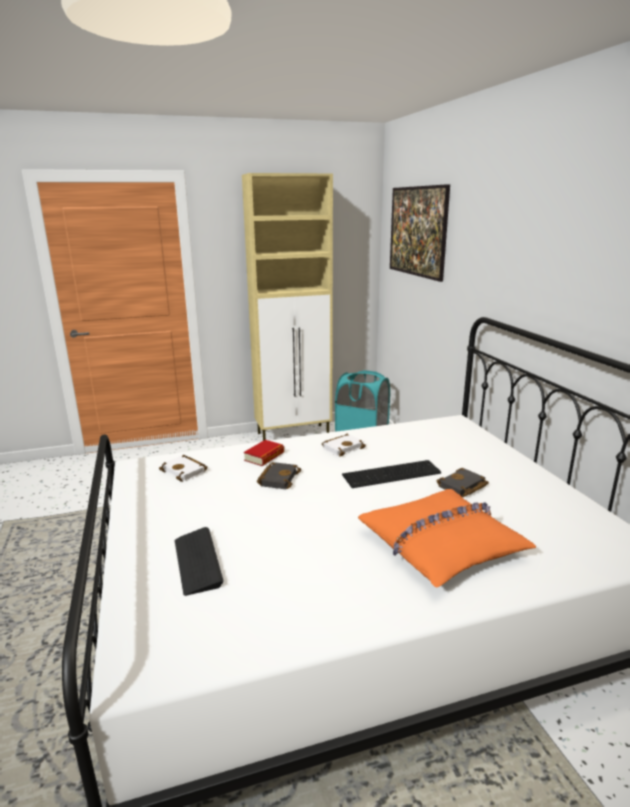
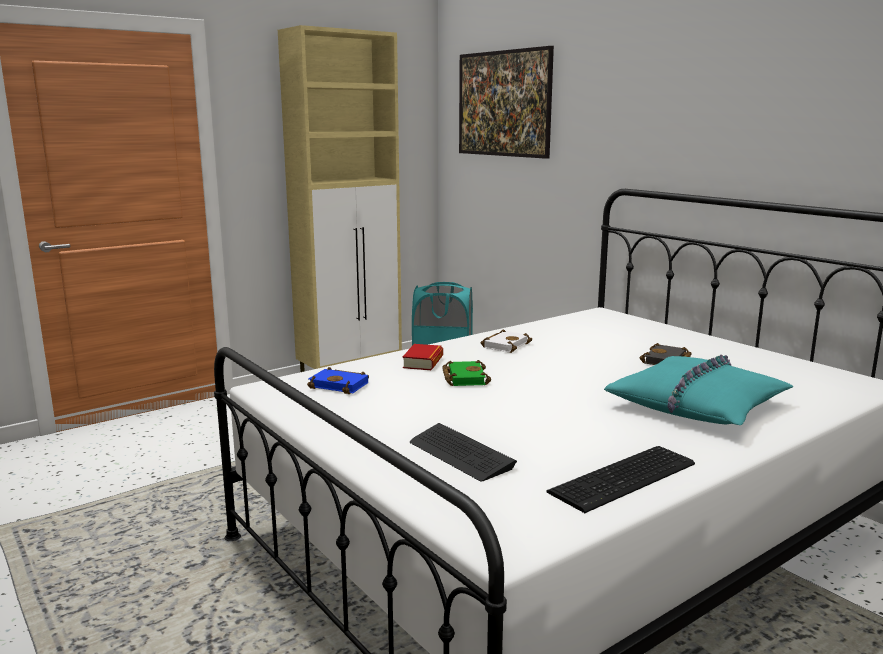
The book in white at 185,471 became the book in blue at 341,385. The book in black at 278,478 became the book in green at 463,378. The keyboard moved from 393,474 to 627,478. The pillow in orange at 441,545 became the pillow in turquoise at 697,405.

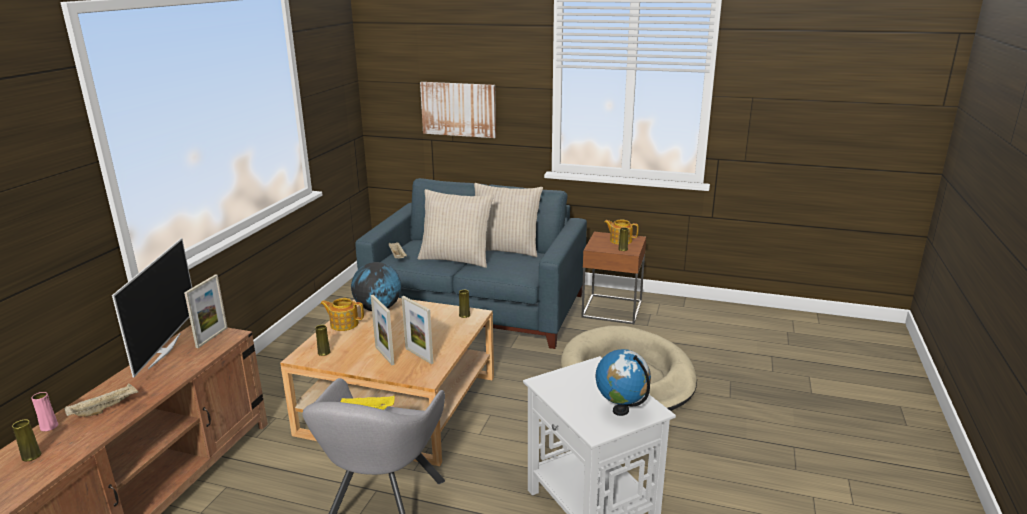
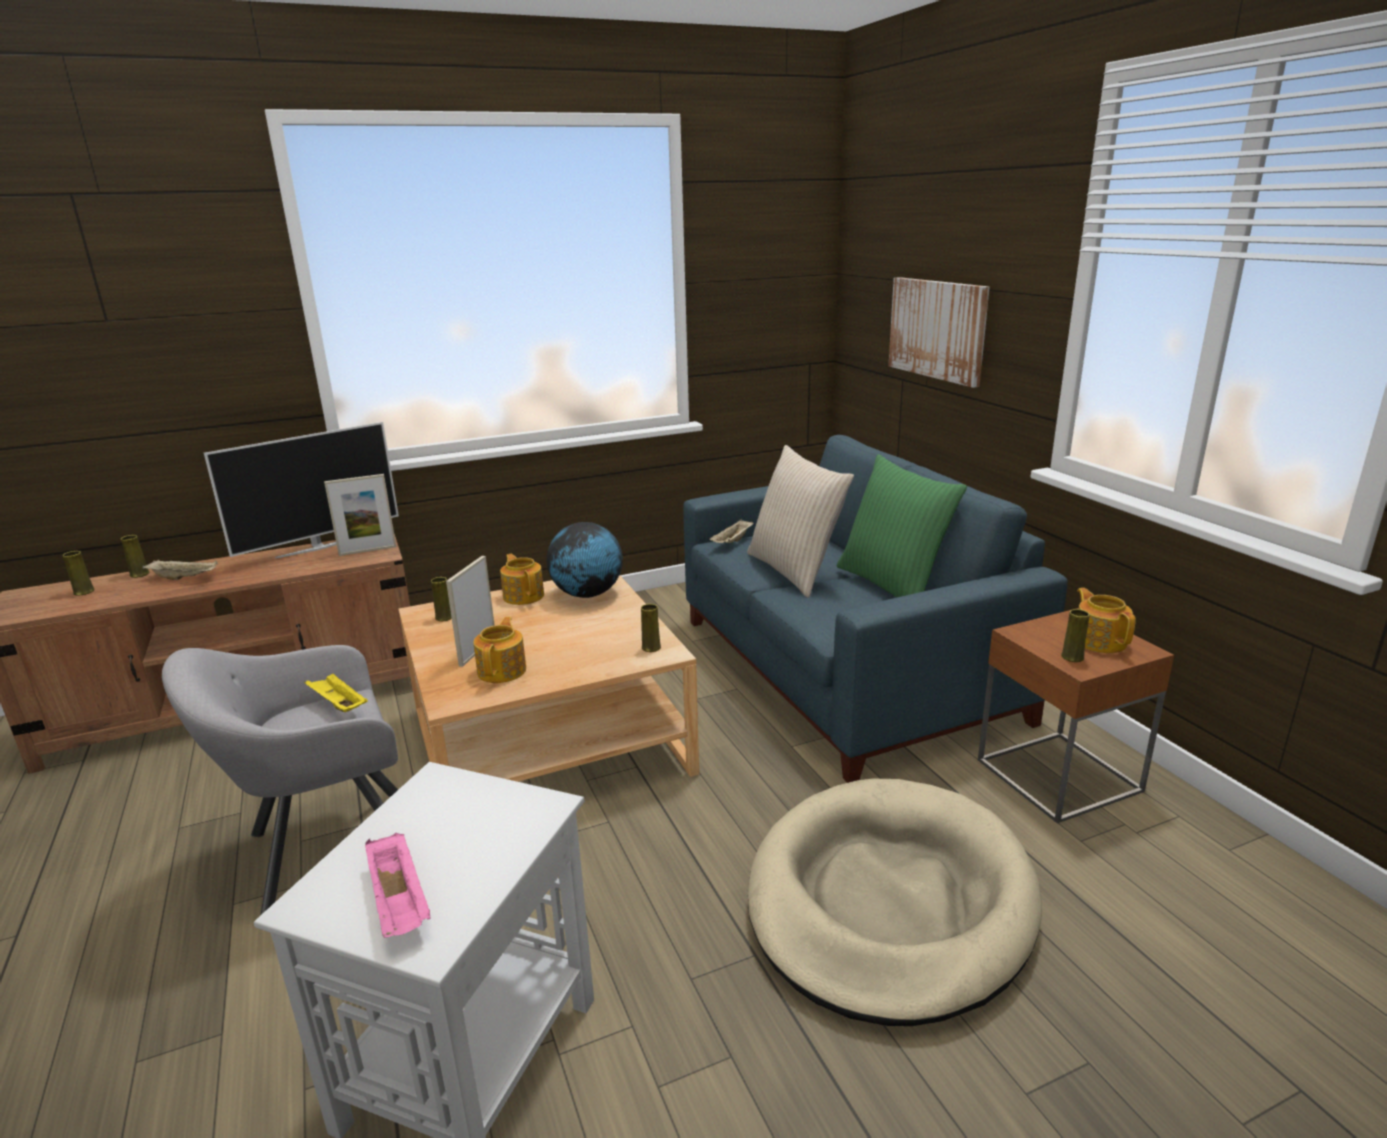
The vase in pink at 49,426 became the vase in yellow at 140,574. The globe at 621,410 was replaced by the tray in pink at 400,902. The picture frame at 419,355 was replaced by the teapot at 503,670. The pillow in beige at 505,249 became the pillow in green at 892,585.

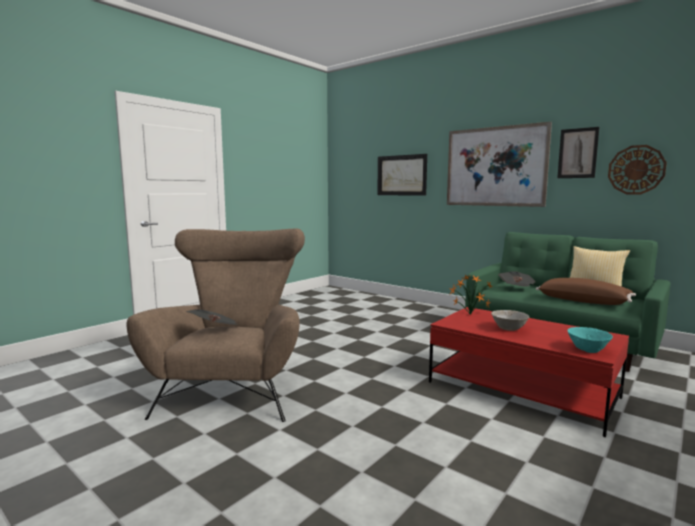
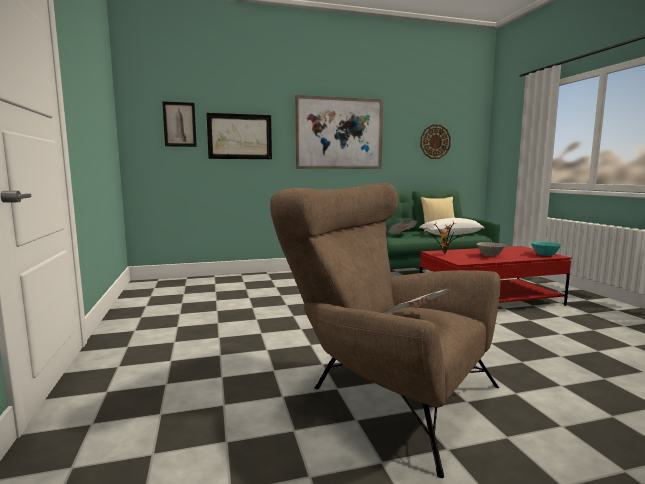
The picture moved from 577,153 to 179,124. The pillow in brown at 583,301 became the pillow in white at 450,234.

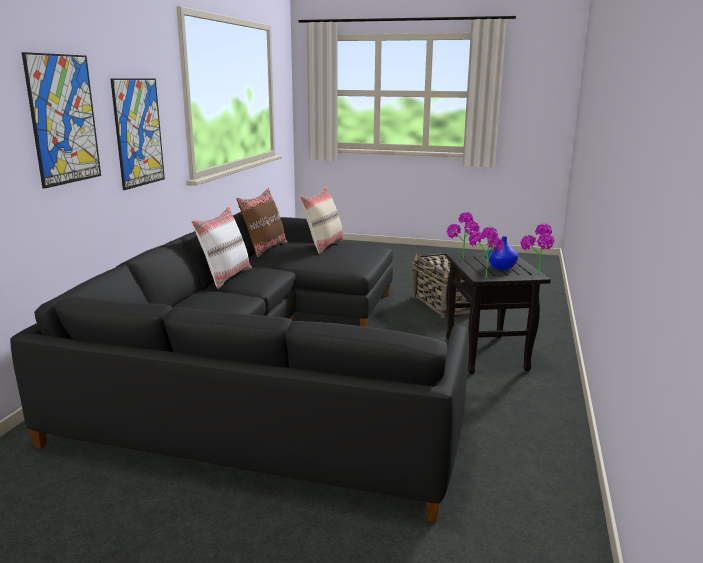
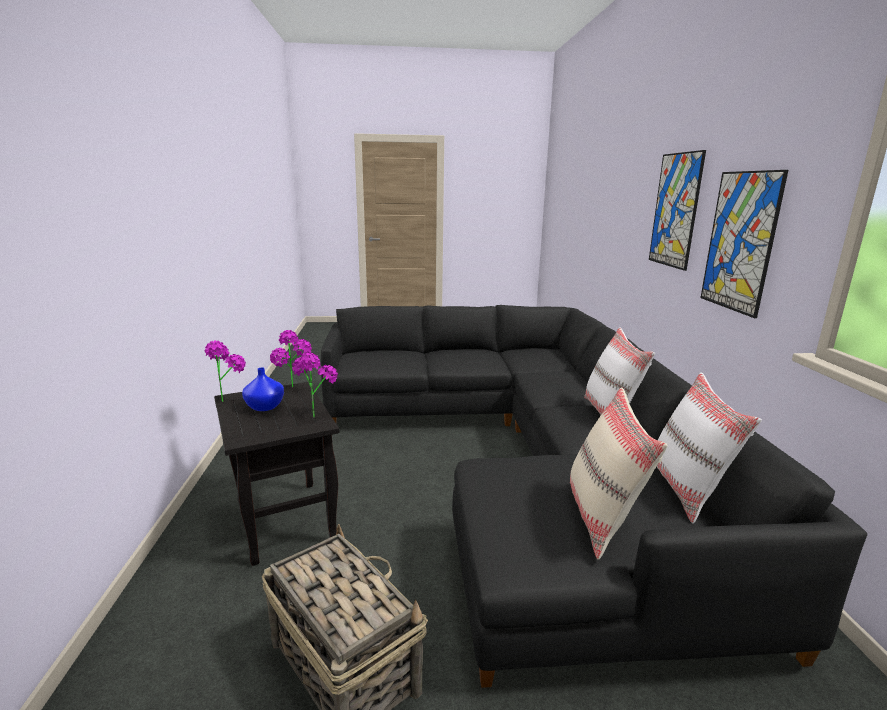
The pillow in brown at 264,248 became the pillow in white at 687,489.

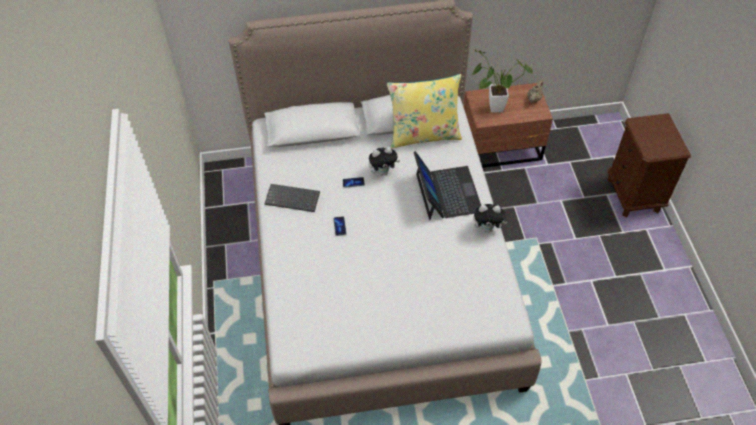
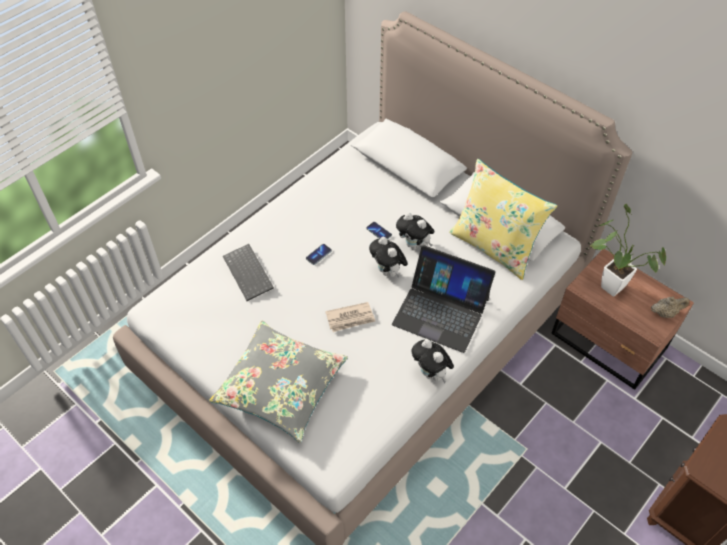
The pillow in grey at 281,386 appeared. The keyboard moved from 293,198 to 249,273. The newspaper at 350,318 appeared. The plush toy at 388,272 appeared. The laptop at 447,193 turned 75 degrees clockwise.

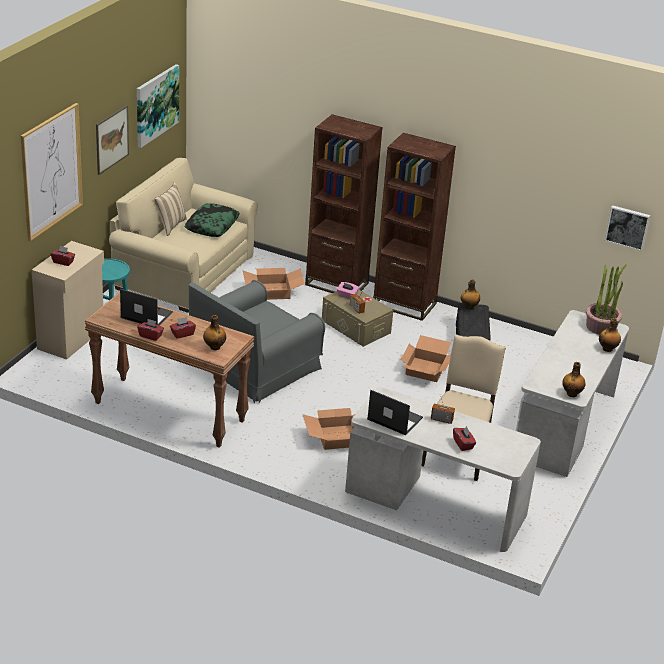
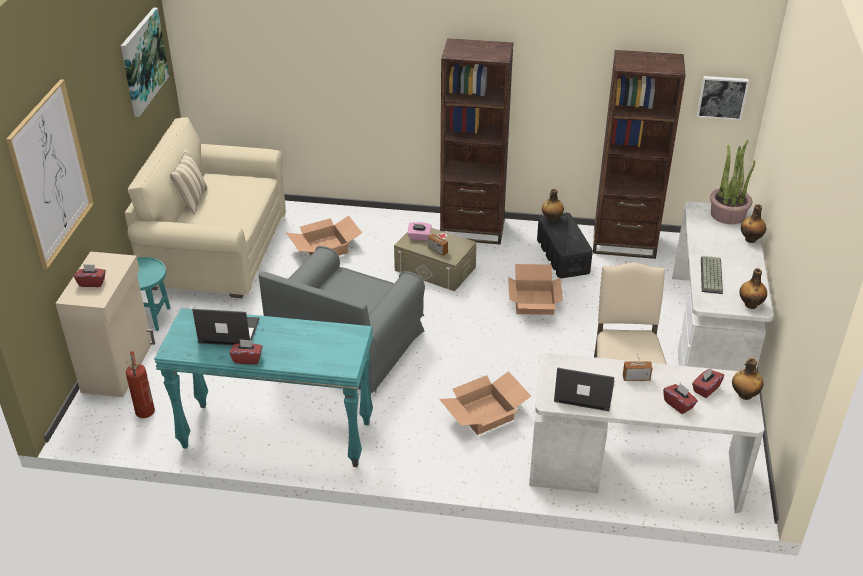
The fire extinguisher at 145,415 appeared. The console table in brown at 168,412 became the console table in turquoise at 276,436. The bookcase in brown moved from 337,284 to 624,243. The tissue box in red moved from 182,334 to 705,389. The keyboard at 712,276 appeared. The bottle moved from 214,347 to 744,395. The picture at 112,139 disappeared. The pillow at 212,225 disappeared.

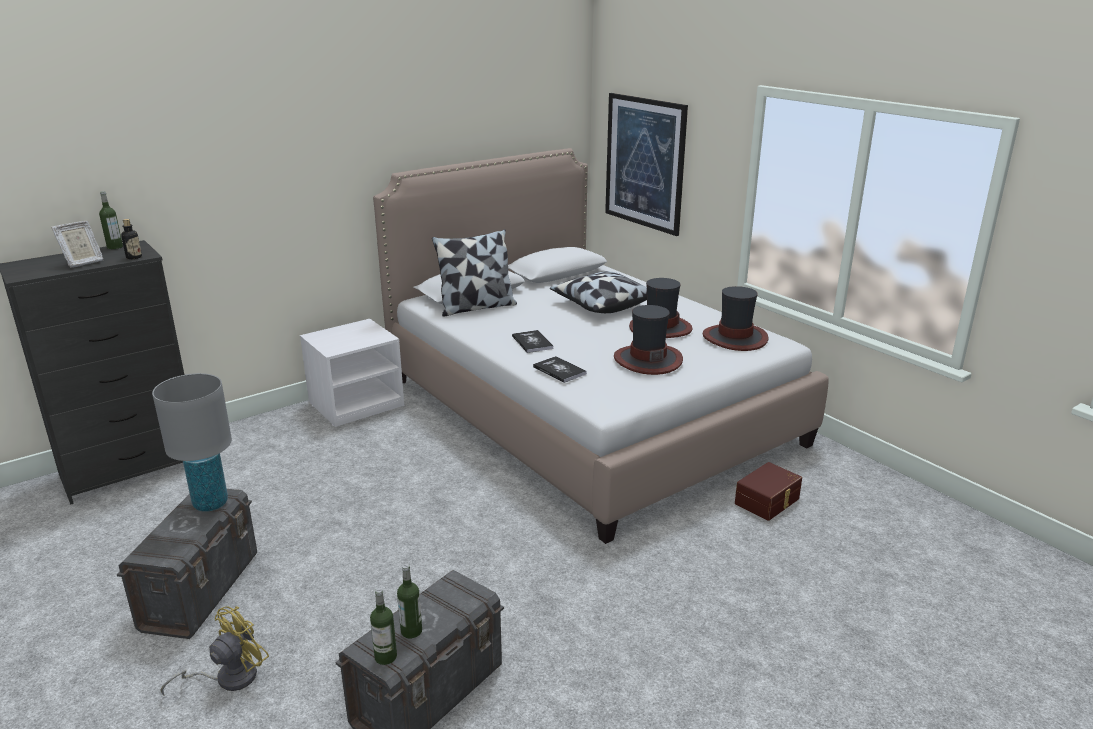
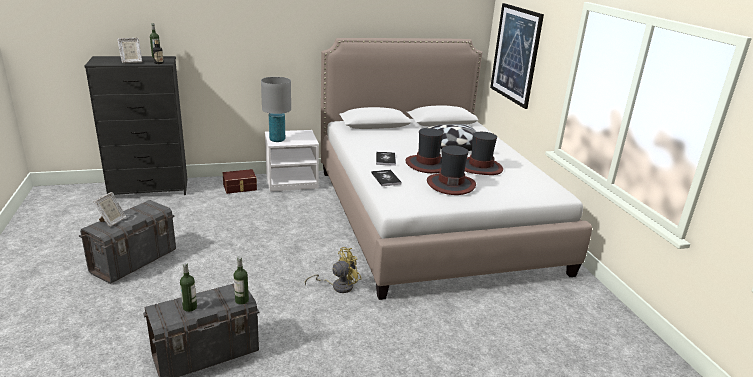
The picture frame at 112,221 appeared. The storage box in brown moved from 768,501 to 240,187. The bottle moved from 385,657 to 242,300. The table lamp in grey moved from 211,503 to 277,140. The fan in yellow moved from 228,678 to 338,286. The hat moved from 735,338 to 427,164. The pillow at 476,307 disappeared.

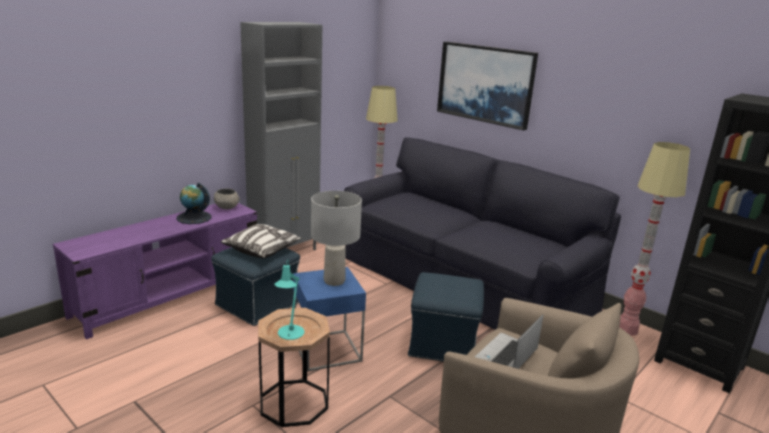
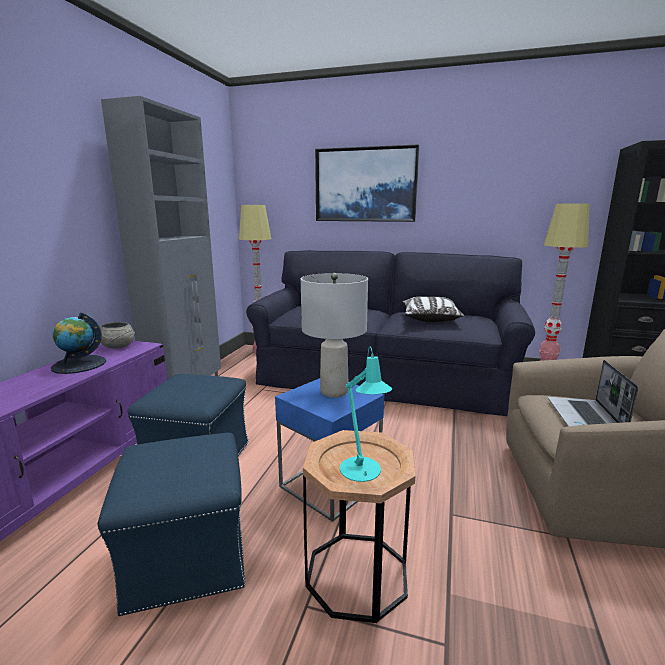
The ottoman in blue moved from 443,344 to 187,557. The pillow moved from 262,250 to 429,318.

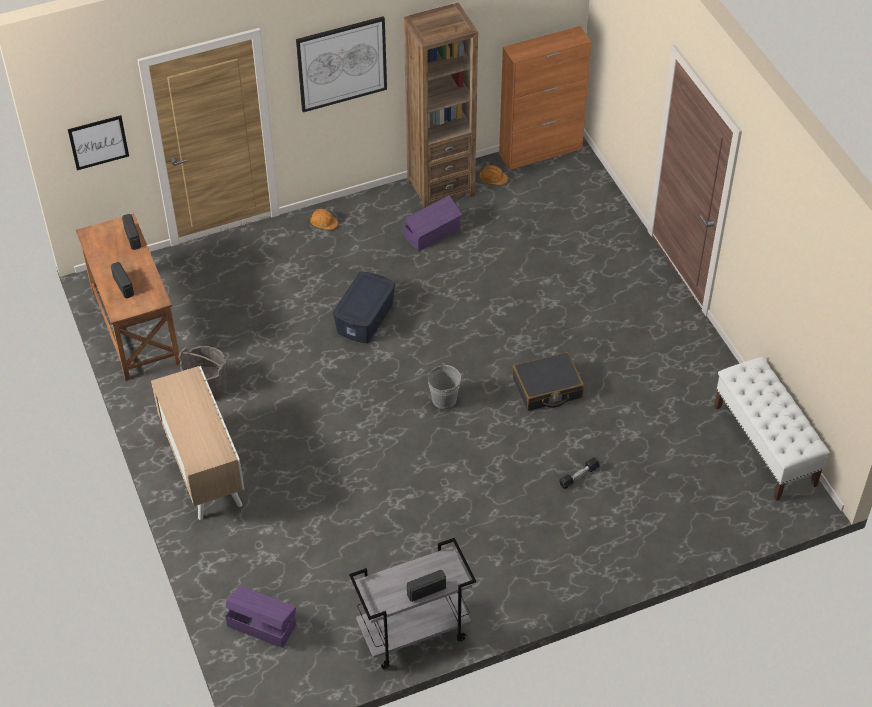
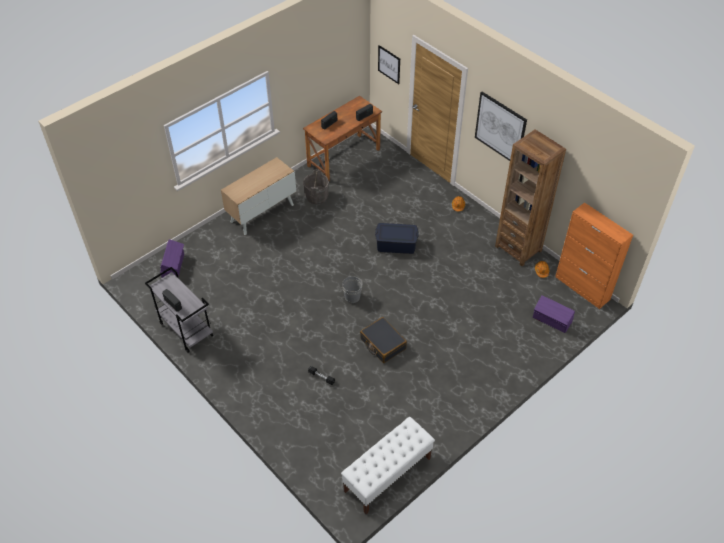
The storage box in purple moved from 433,233 to 552,320.

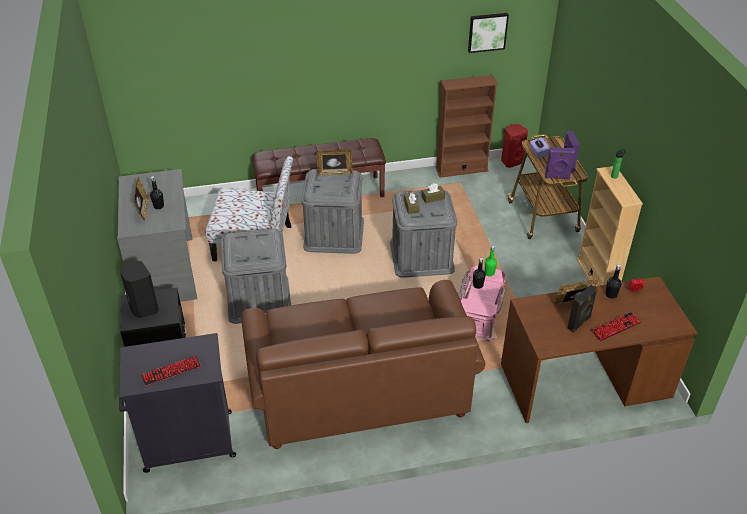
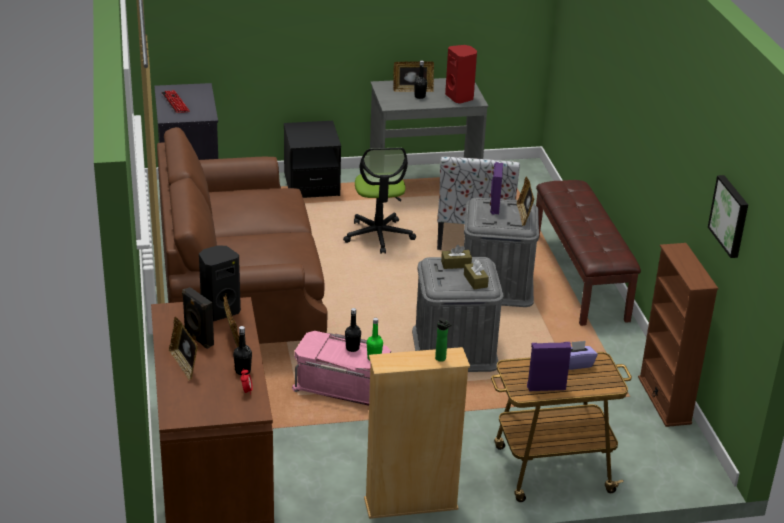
The keyboard at 615,327 was replaced by the picture frame at 184,365. The speaker in black moved from 143,309 to 219,311. The storage box in grey at 259,299 was replaced by the office chair at 378,236. The speaker in red moved from 511,161 to 460,97. The speaker in purple moved from 557,177 to 494,206.

